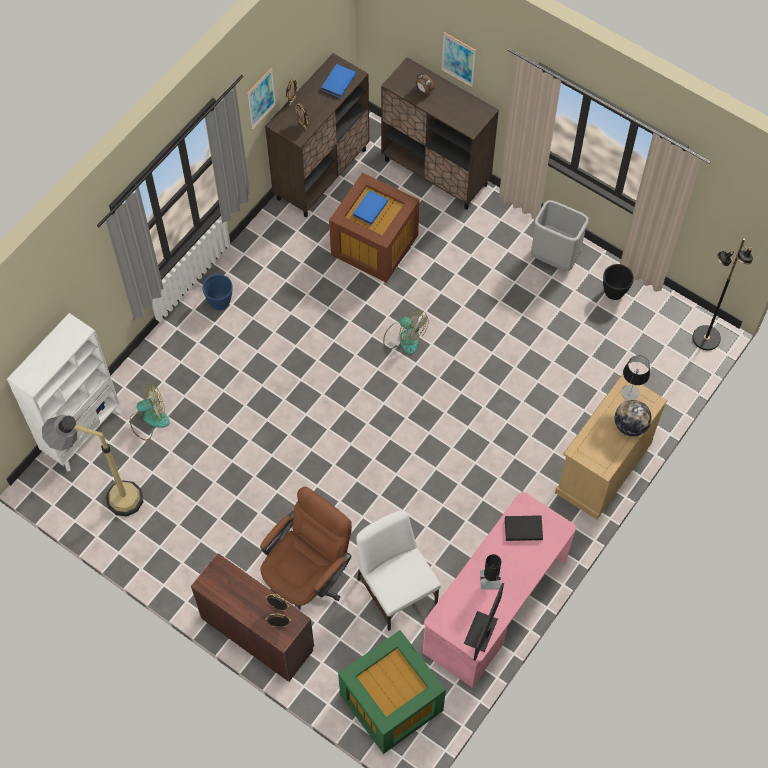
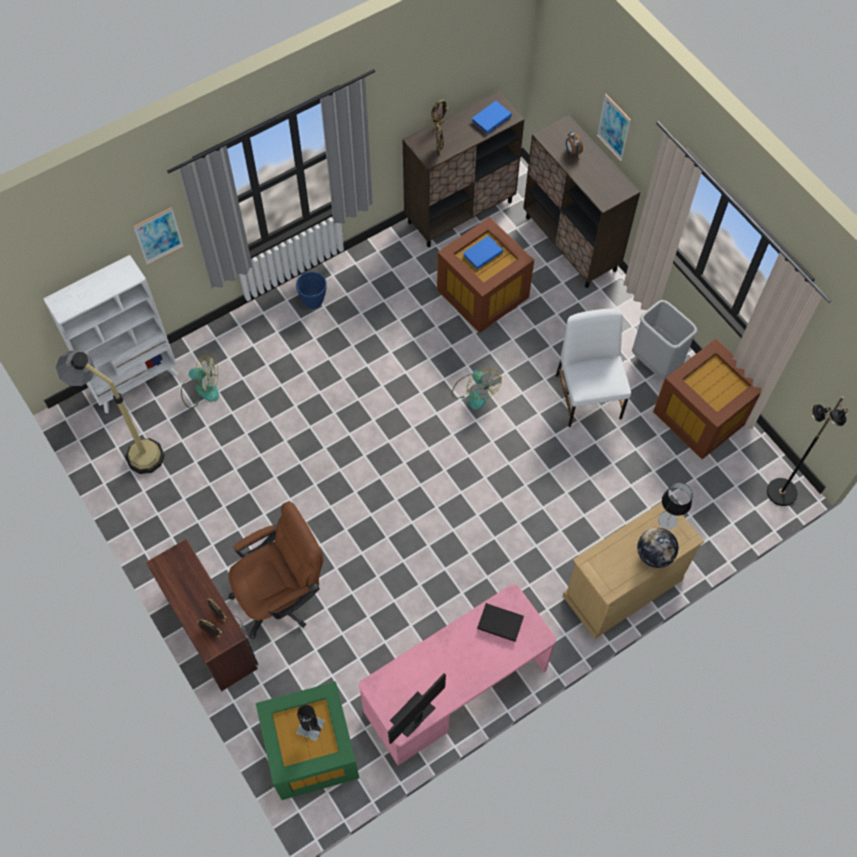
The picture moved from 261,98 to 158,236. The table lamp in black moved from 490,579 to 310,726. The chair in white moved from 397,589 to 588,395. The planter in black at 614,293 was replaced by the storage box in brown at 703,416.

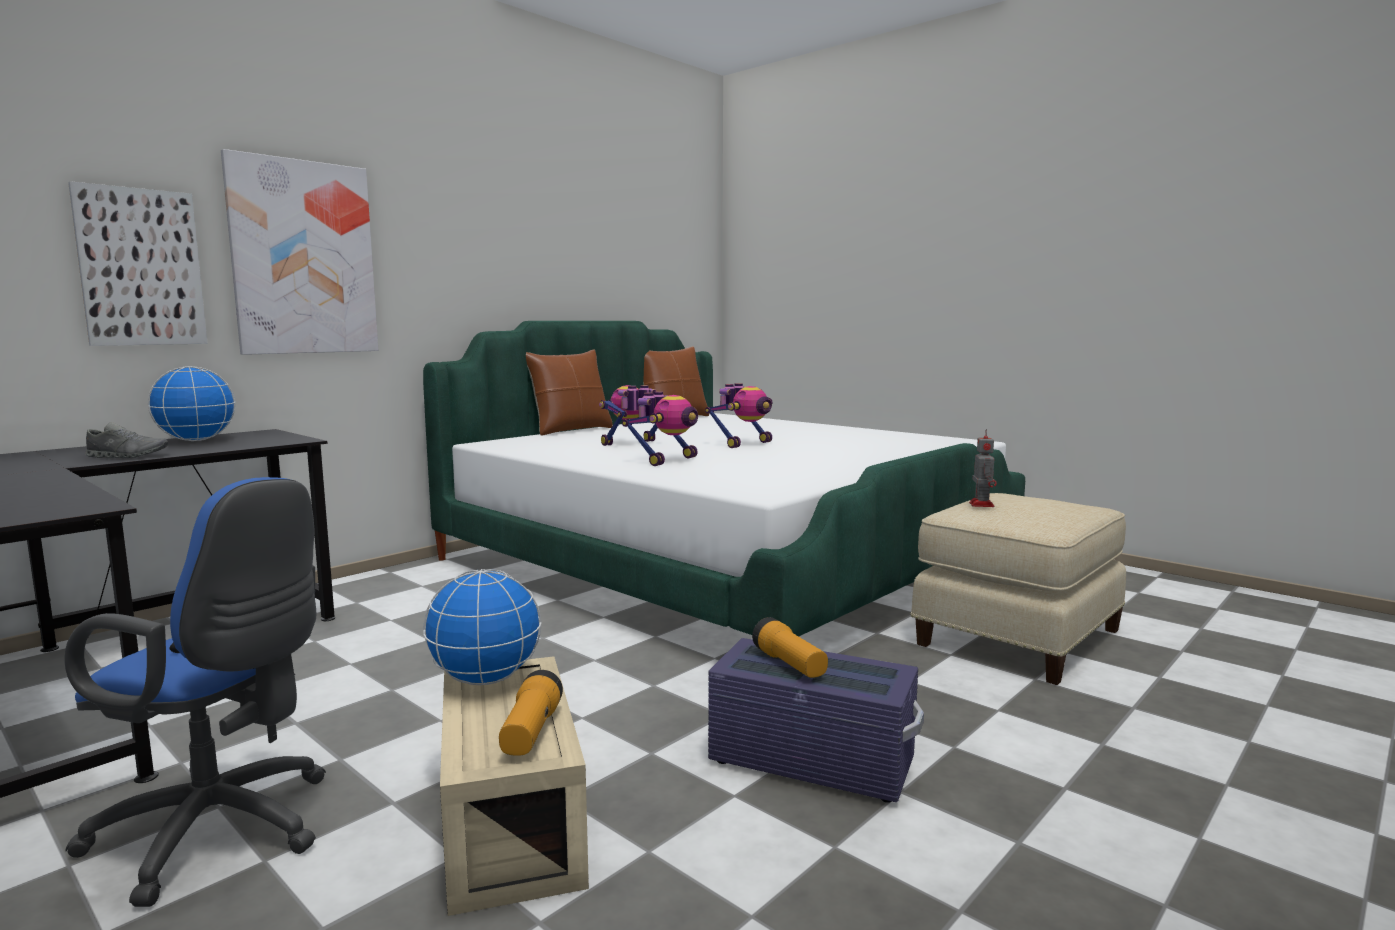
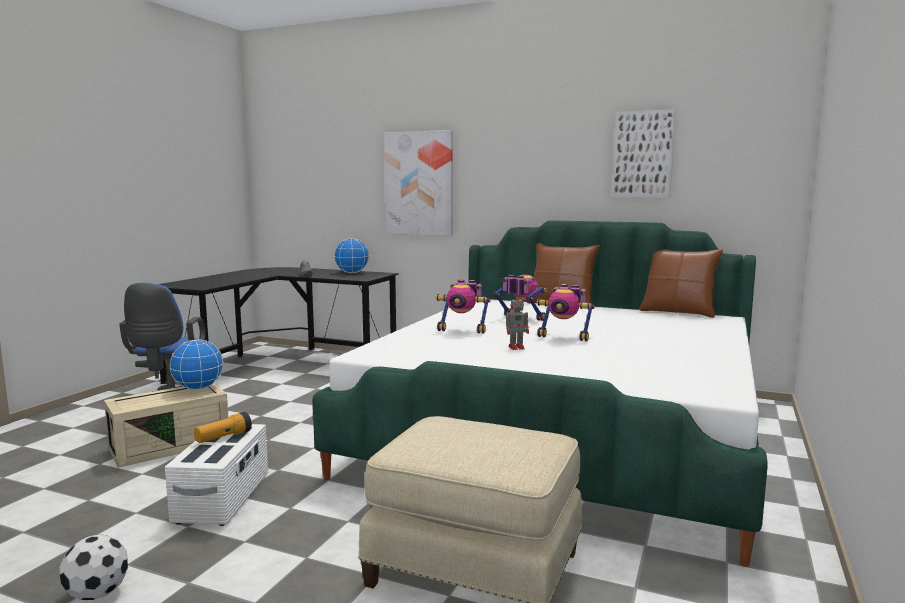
The football at 98,593 appeared. The storage box in purple at 811,761 became the storage box in white at 223,498. The toy robot moved from 981,504 to 517,347. The picture moved from 141,267 to 643,154. The flashlight at 531,732 disappeared.

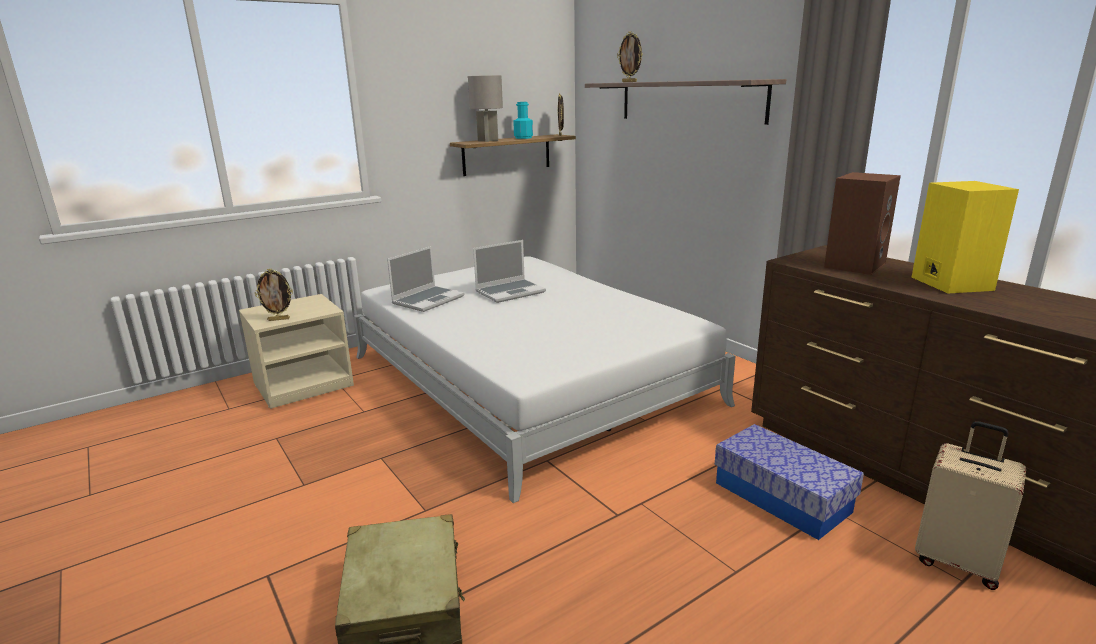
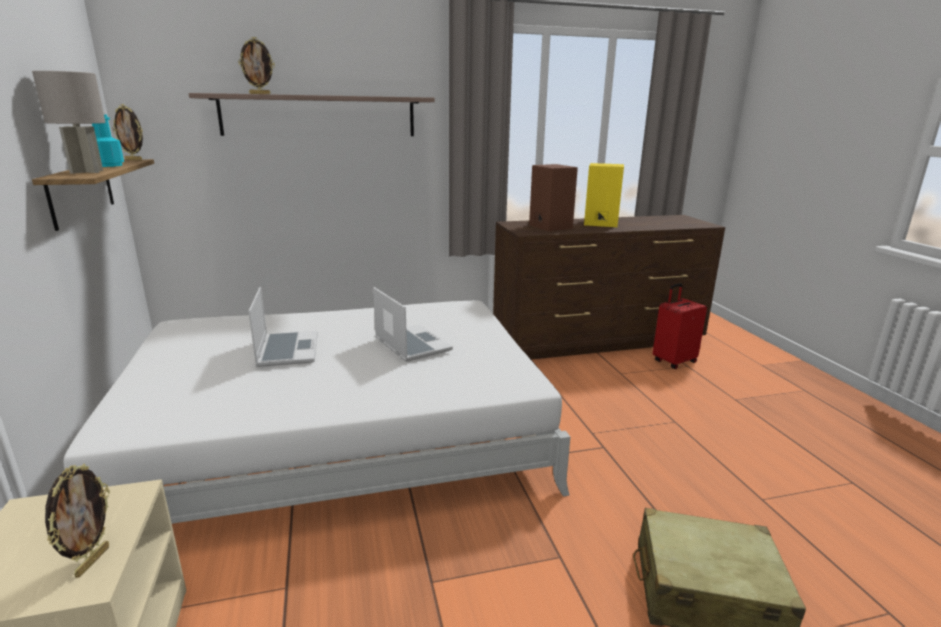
The laptop moved from 428,300 to 411,344. The suitcase in beige at 957,562 became the suitcase in red at 673,361. The storage box at 782,497 disappeared.

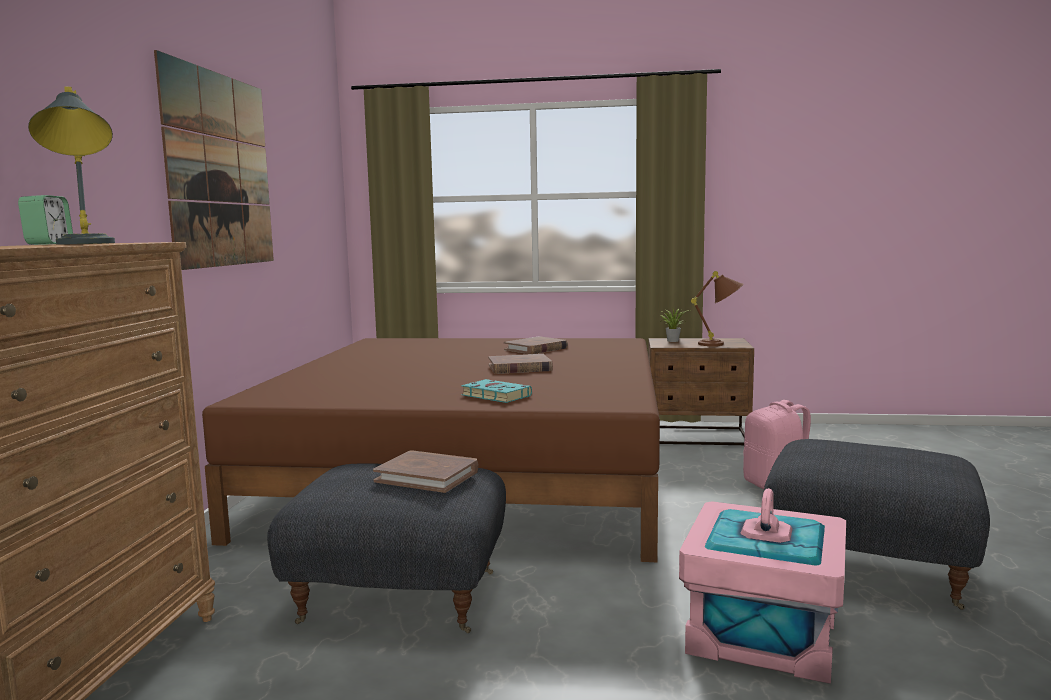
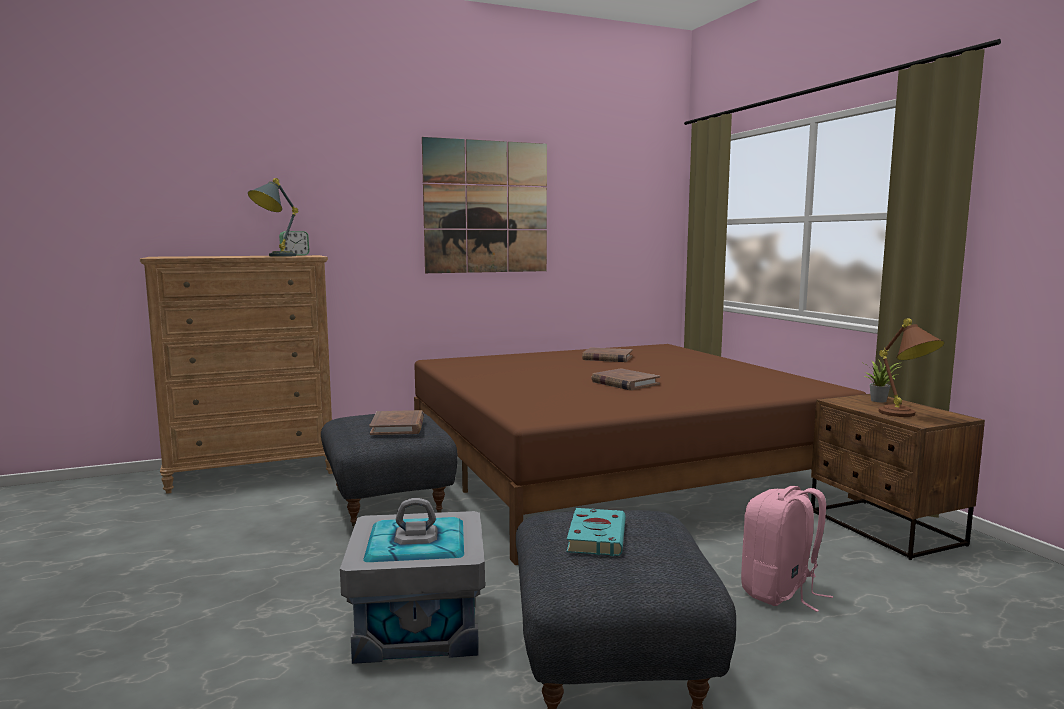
The storage box in pink at 761,633 became the storage box in grey at 419,625. The book in turquoise moved from 494,395 to 596,536. The book in brown moved from 536,349 to 607,358.

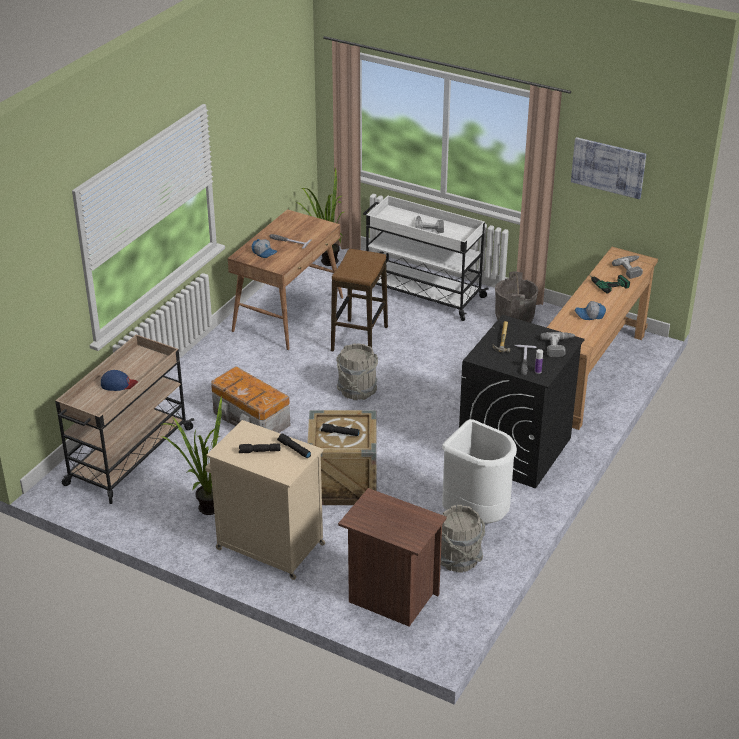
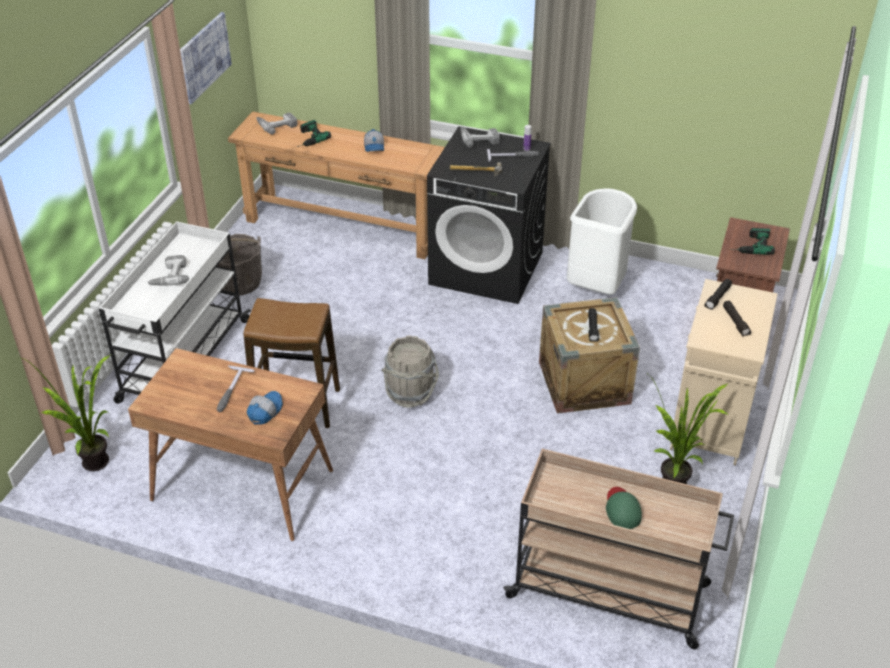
The cap in blue at 118,384 became the cap in green at 622,509. The power drill at 749,245 appeared. The storage box at 251,419 disappeared. The bucket in grey at 458,559 disappeared.

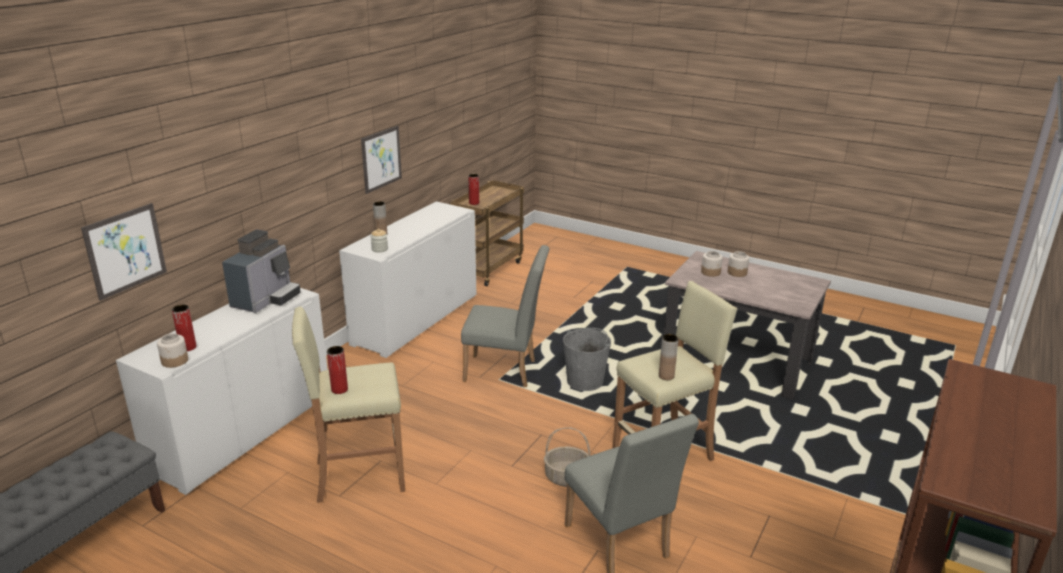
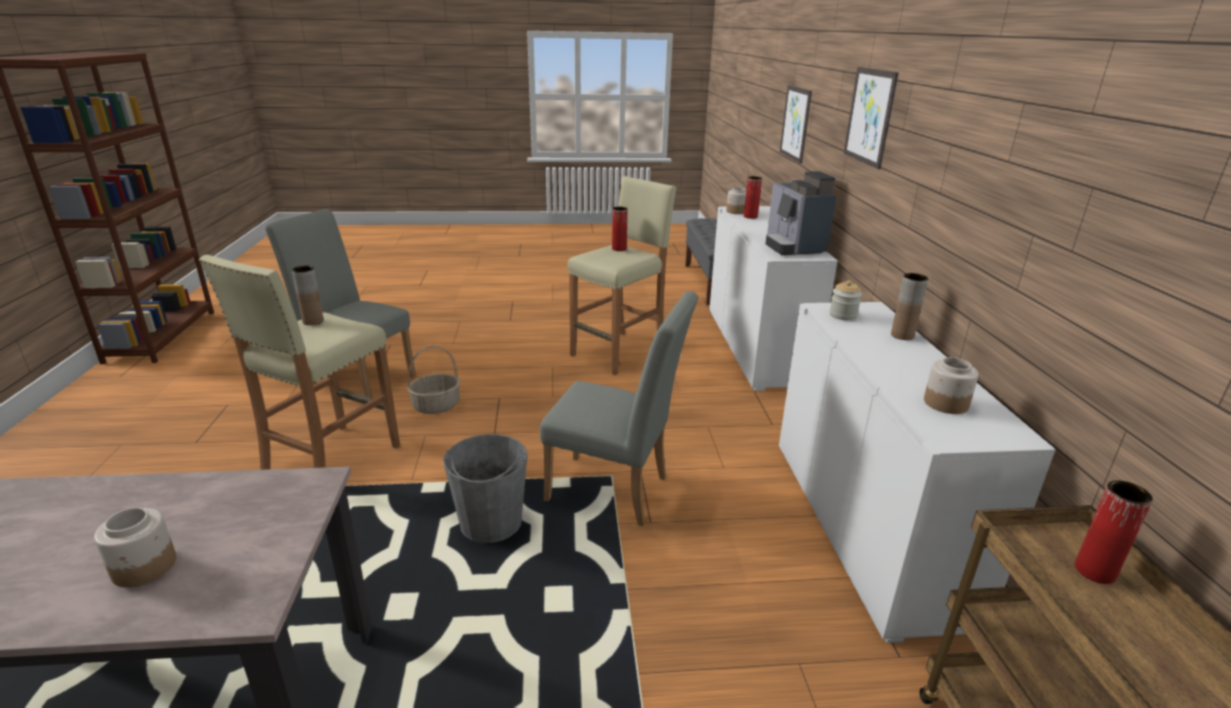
The chair in grey at 506,372 turned 135 degrees counterclockwise. The picture moved from 381,159 to 869,116. The jar moved from 711,272 to 945,403.

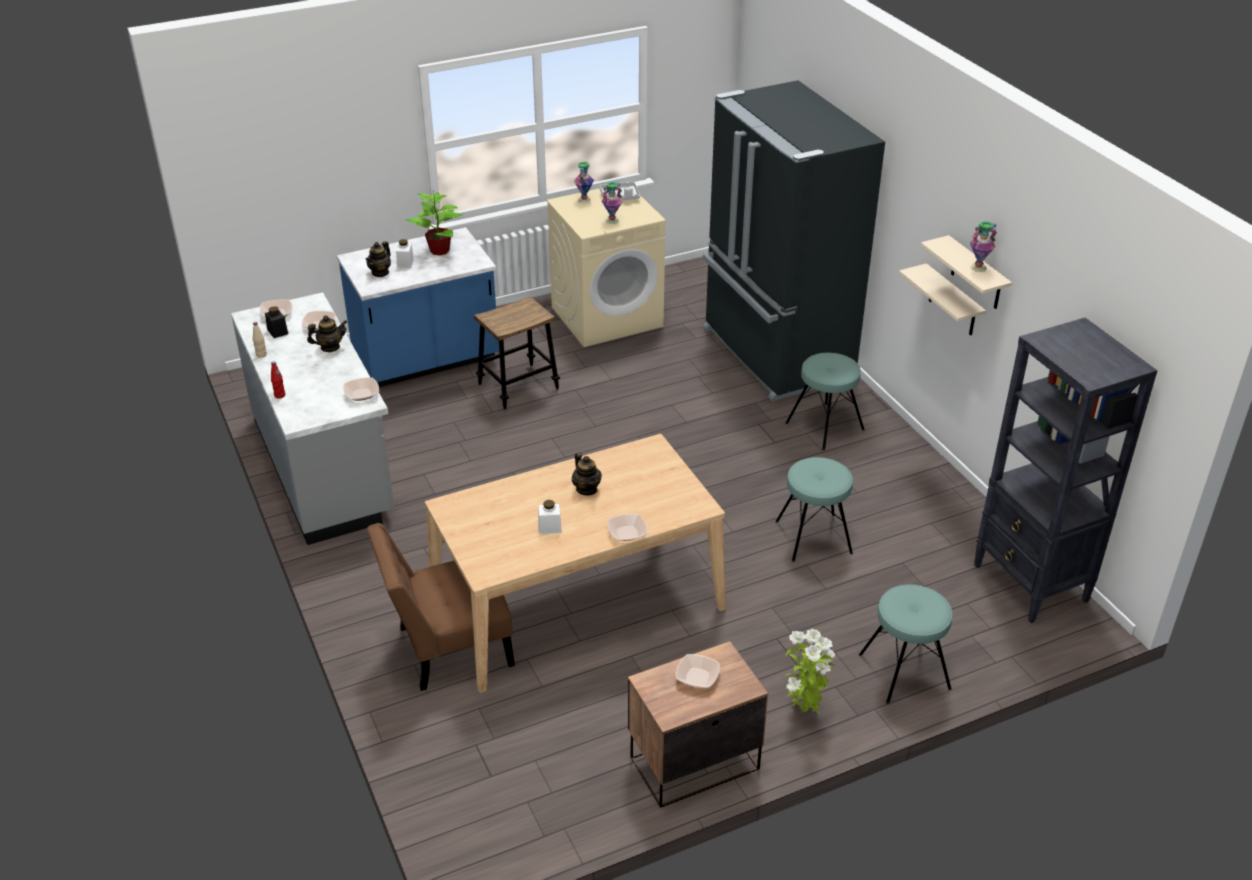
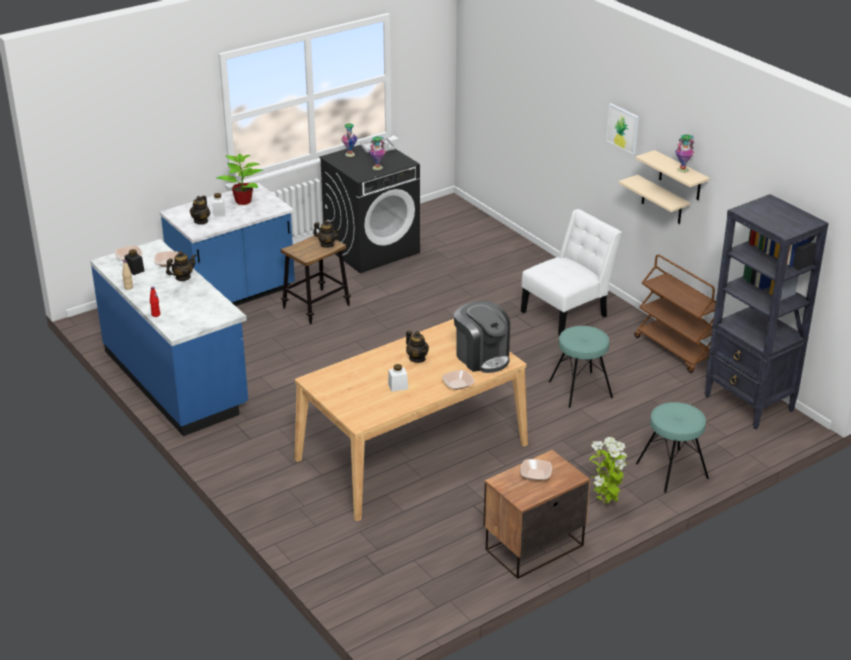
The counter in grey at 324,466 became the counter in blue at 176,379. The teapot at 327,244 appeared. The washing machine in beige at 607,316 became the washing machine in black at 372,249. The coffee machine at 482,357 appeared. The stool in turquoise at 824,426 was replaced by the chair in white at 567,312. The picture at 623,128 appeared. The cart in brown at 676,350 appeared. The bowl at 362,394 disappeared. The chair in brown at 448,648 disappeared. The fridge in black at 775,354 disappeared.

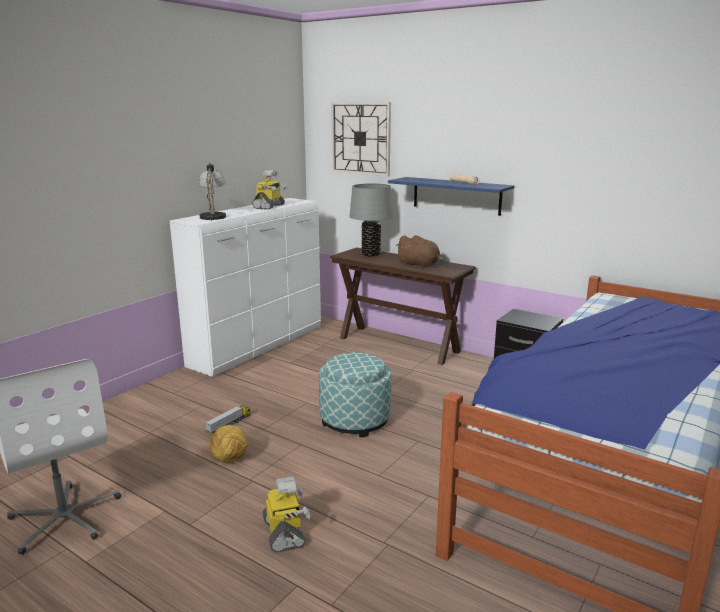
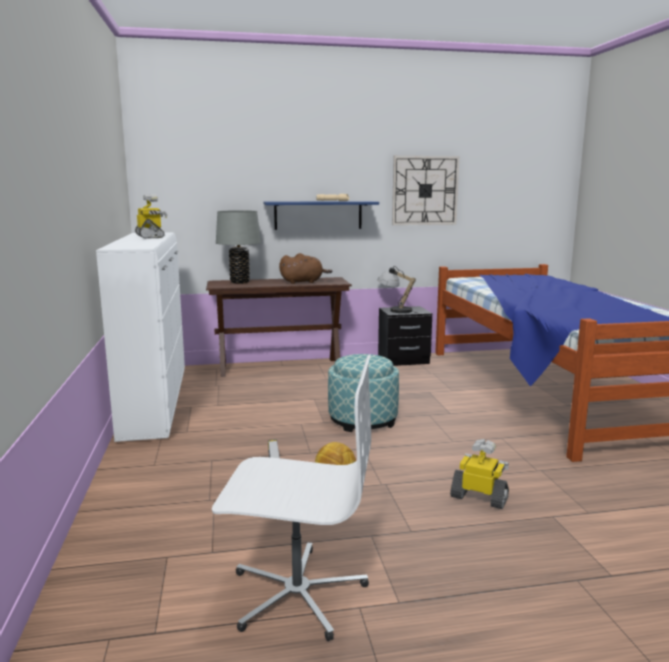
The table lamp moved from 213,216 to 395,310. The wall clock moved from 361,138 to 425,190.

